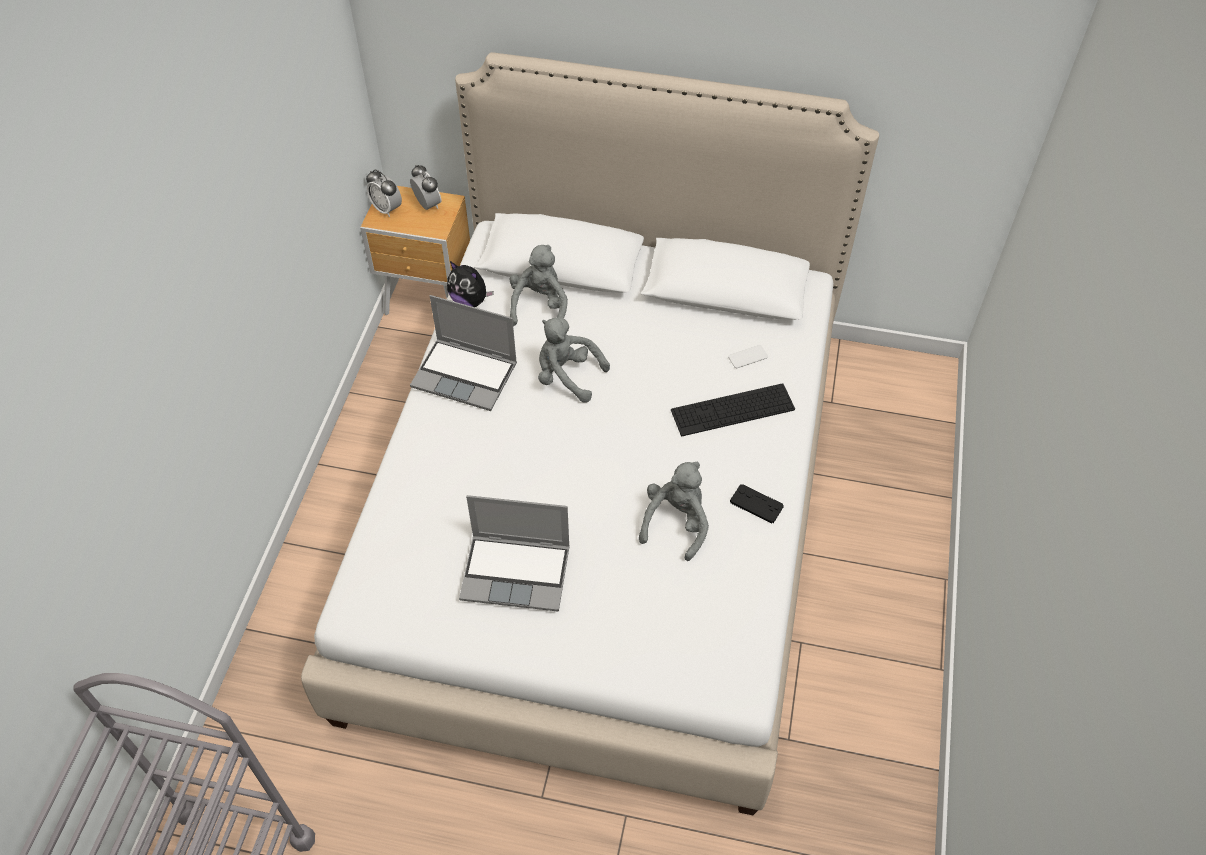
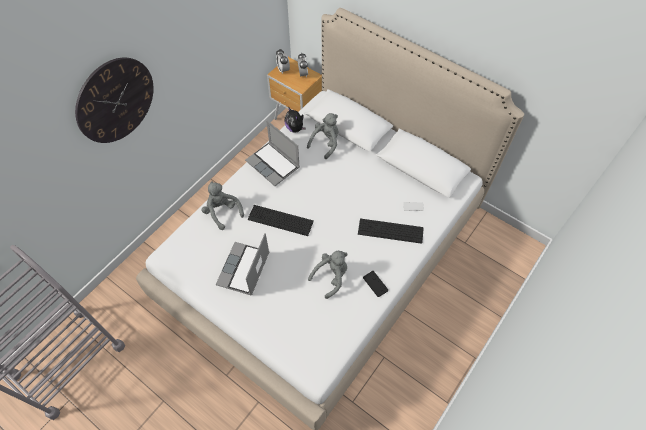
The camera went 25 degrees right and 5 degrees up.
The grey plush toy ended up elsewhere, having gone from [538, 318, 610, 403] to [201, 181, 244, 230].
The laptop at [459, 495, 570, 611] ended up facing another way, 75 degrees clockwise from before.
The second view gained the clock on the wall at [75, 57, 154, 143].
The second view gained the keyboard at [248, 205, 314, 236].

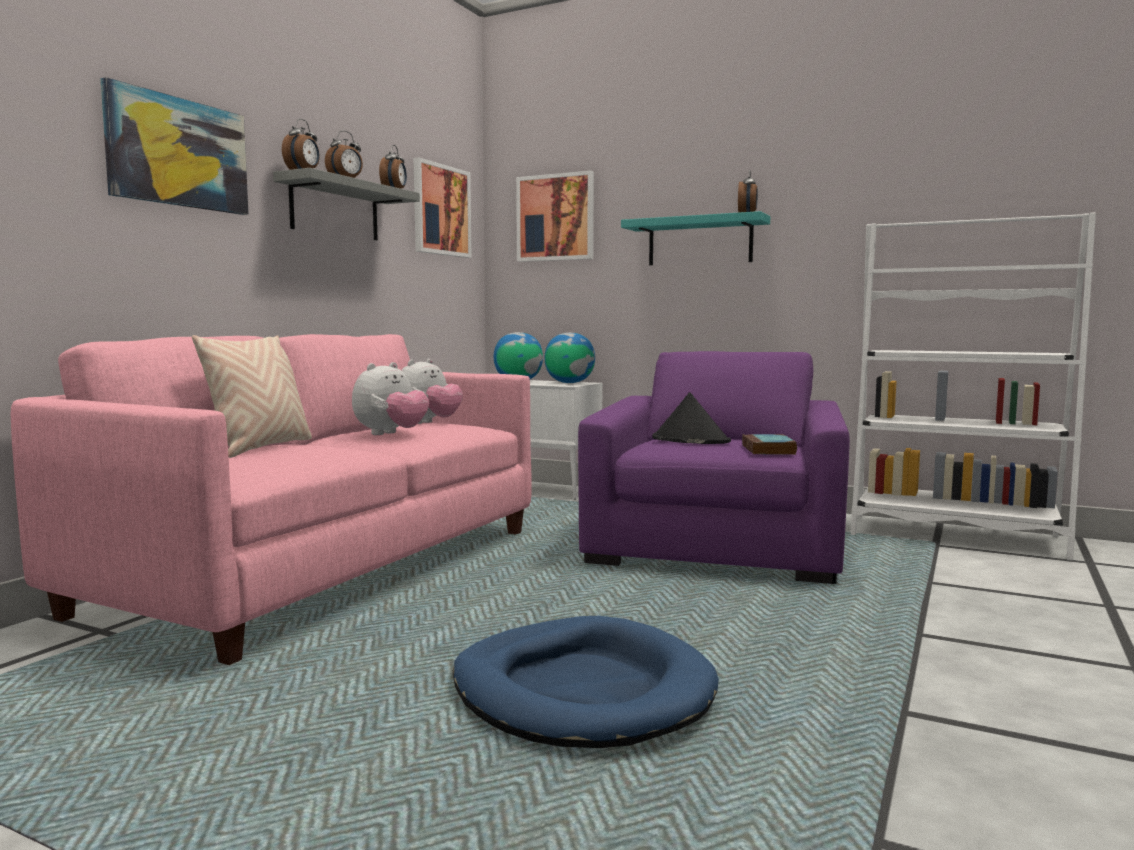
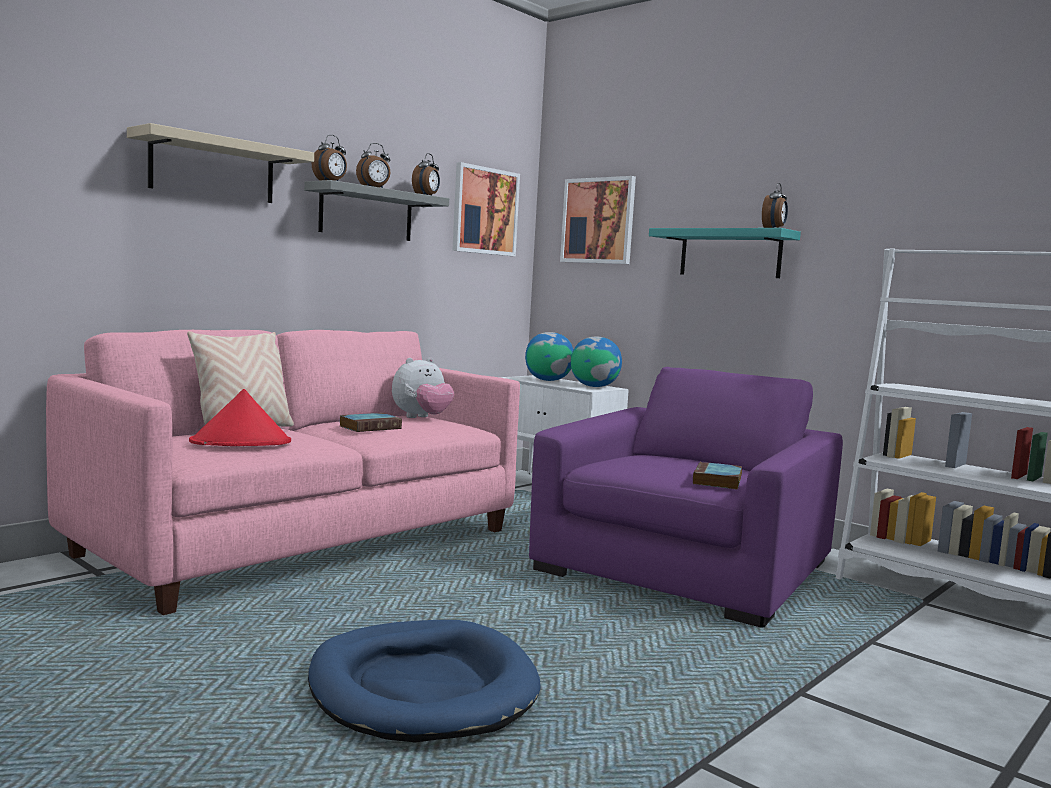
The camera went 15 degrees right and 0 degrees up.
Where the wall picture hung at [100, 77, 248, 215], the beige wall shelf came to hang at [127, 123, 314, 203].
Where the plush toy stood at [352, 362, 429, 435], the book came to stand at [339, 413, 402, 432].
The second view lost the black-coloured wearable hat at [652, 392, 731, 444].
The second view gained the reddish wearable hat at [189, 389, 291, 446].

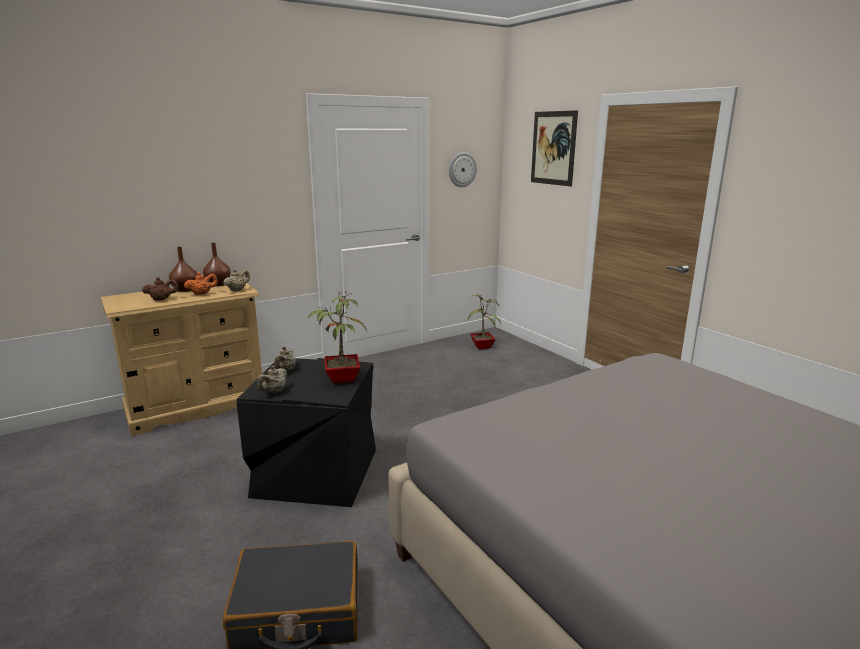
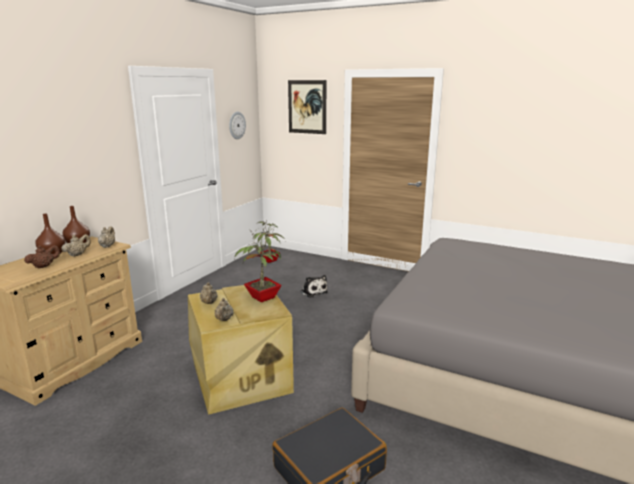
The camera went 30 degrees left and 0 degrees up.
What was the orange pot for tea at [184, 272, 218, 295] turned into the beige pot for tea at [62, 234, 91, 257].
What was the black-coloured storage box at [237, 358, 376, 507] turned into the beige storage box at [188, 285, 294, 415].
The second view gained the plush toy at [301, 275, 328, 298].

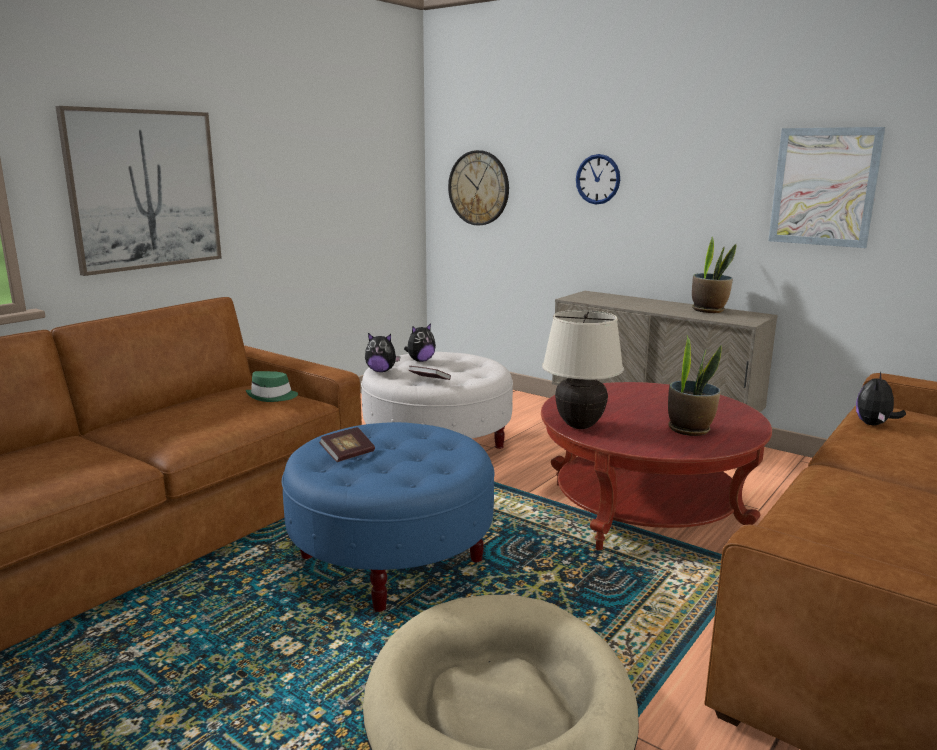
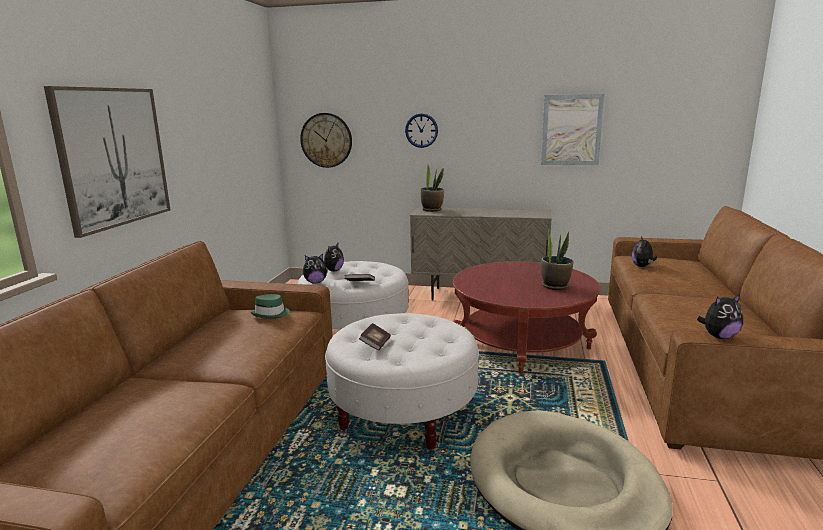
The camera went 25 degrees left and 0 degrees up.
The plant in a pot ended up elsewhere, having gone from [692, 237, 736, 313] to [421, 165, 444, 212].
The second view lost the beige table lamp at [542, 310, 624, 429].
What was the bluish pouffe at [282, 422, 494, 612] turned into the whitish pouffe at [325, 313, 479, 450].
The second view gained the plush toy at [697, 294, 743, 339].

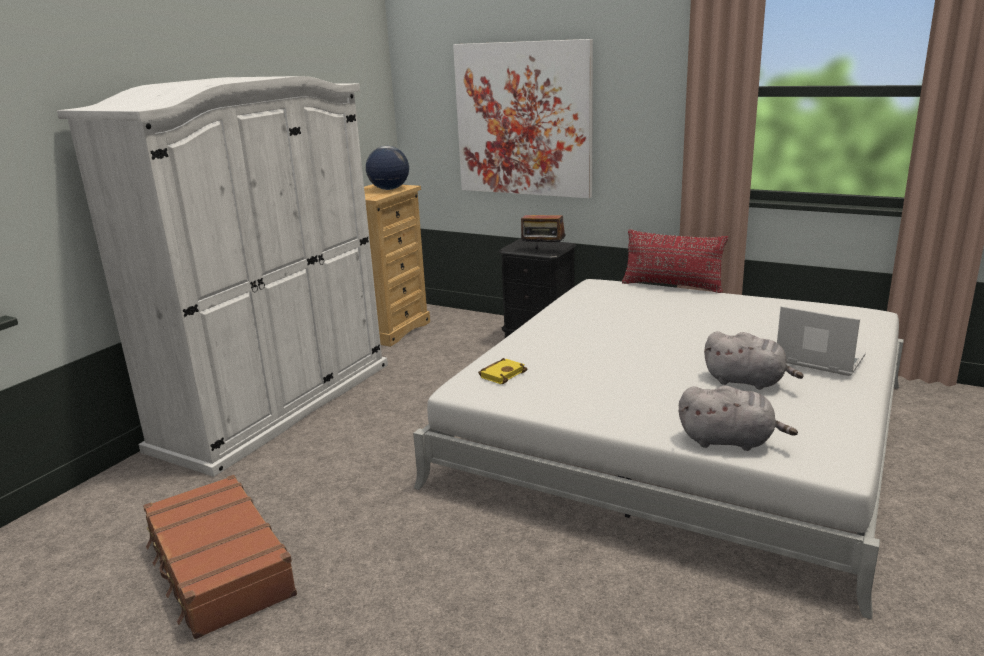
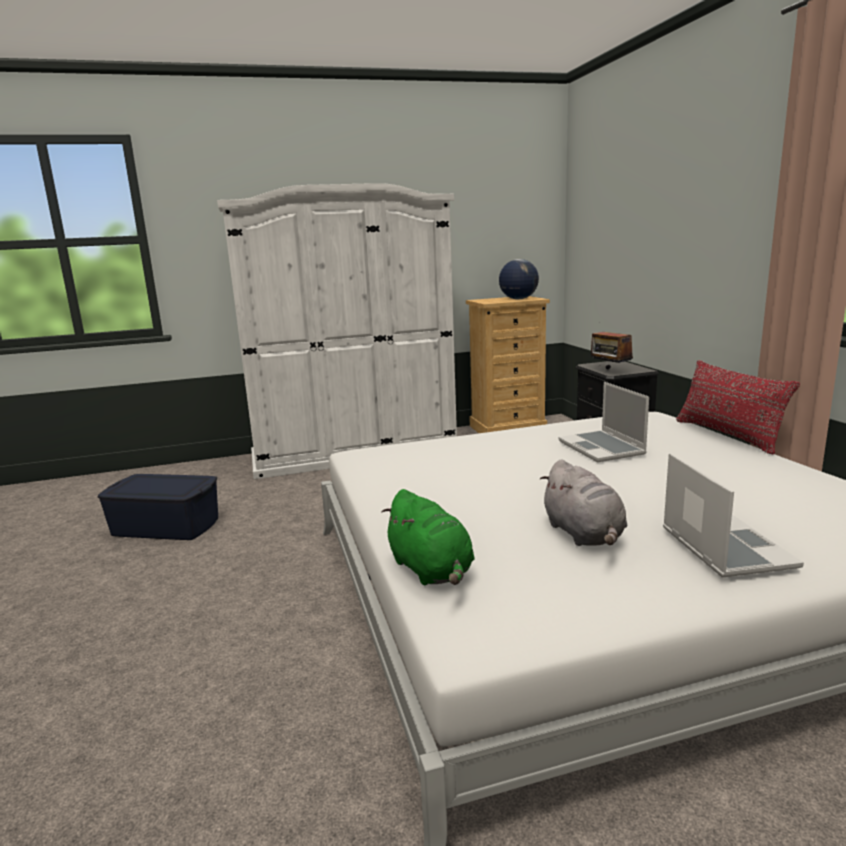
The camera went 45 degrees right and 5 degrees down.
The second view lost the wall picture at [453, 39, 593, 198].
The second view lost the yellow-coloured book at [478, 358, 528, 384].
What was the grey plush toy at [679, 386, 798, 451] turned into the green-coloured plush toy at [381, 489, 475, 585].
Where the brown-coloured travel case stood at [143, 475, 297, 639], the bluish storage box came to stand at [98, 474, 218, 540].
The second view gained the laptop at [558, 382, 649, 462].

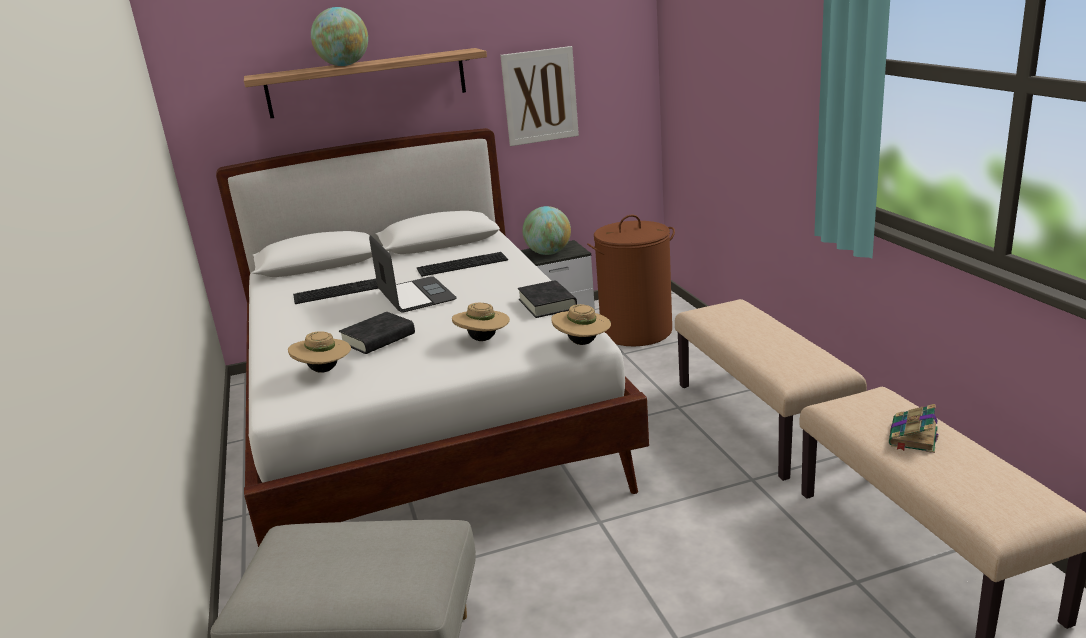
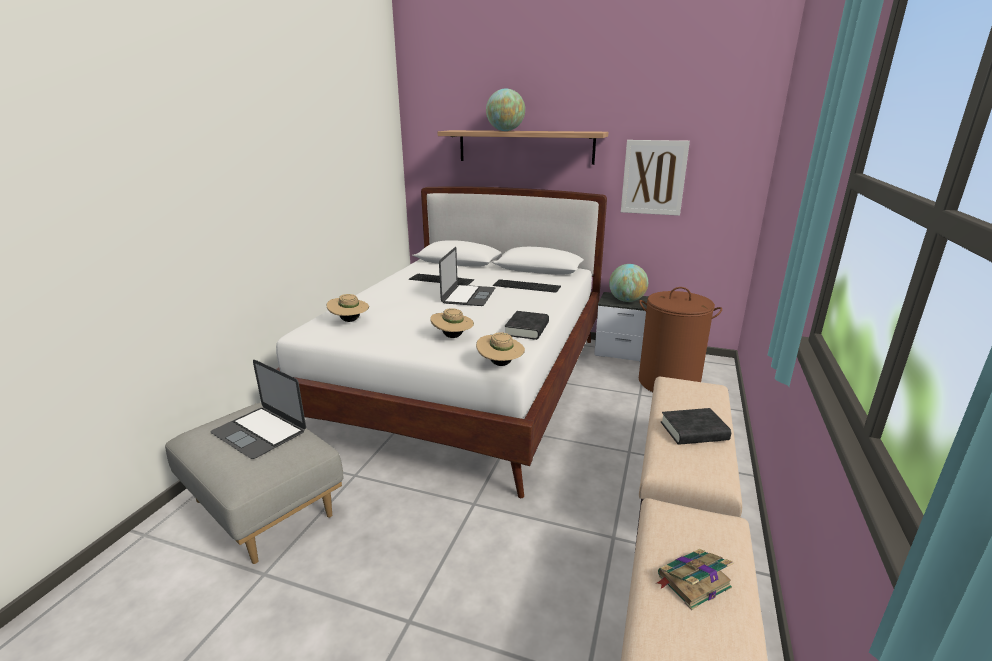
The camera went 35 degrees right and 0 degrees up.
The black-coloured book ended up elsewhere, having gone from [339, 312, 415, 354] to [661, 408, 731, 445].
The second view gained the laptop at [211, 360, 306, 459].

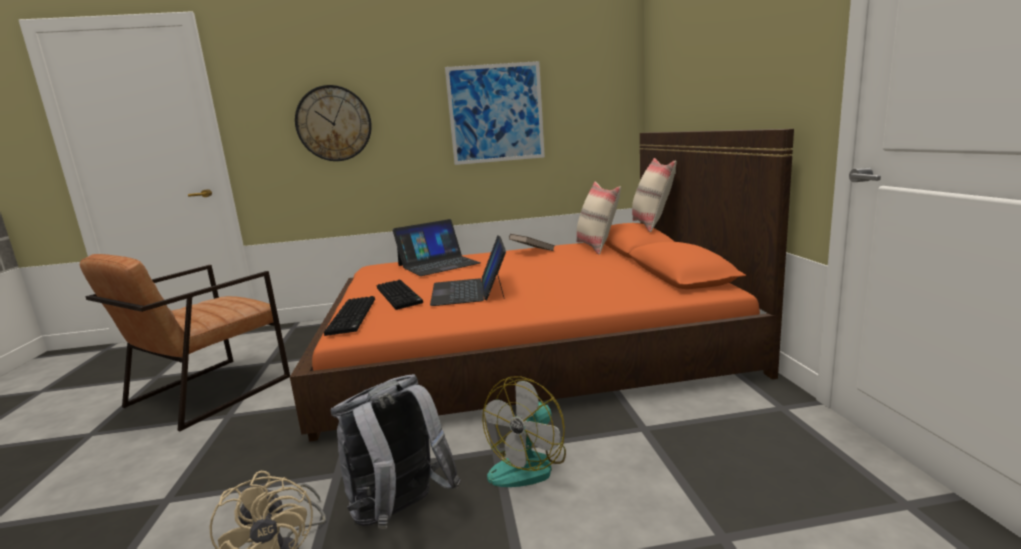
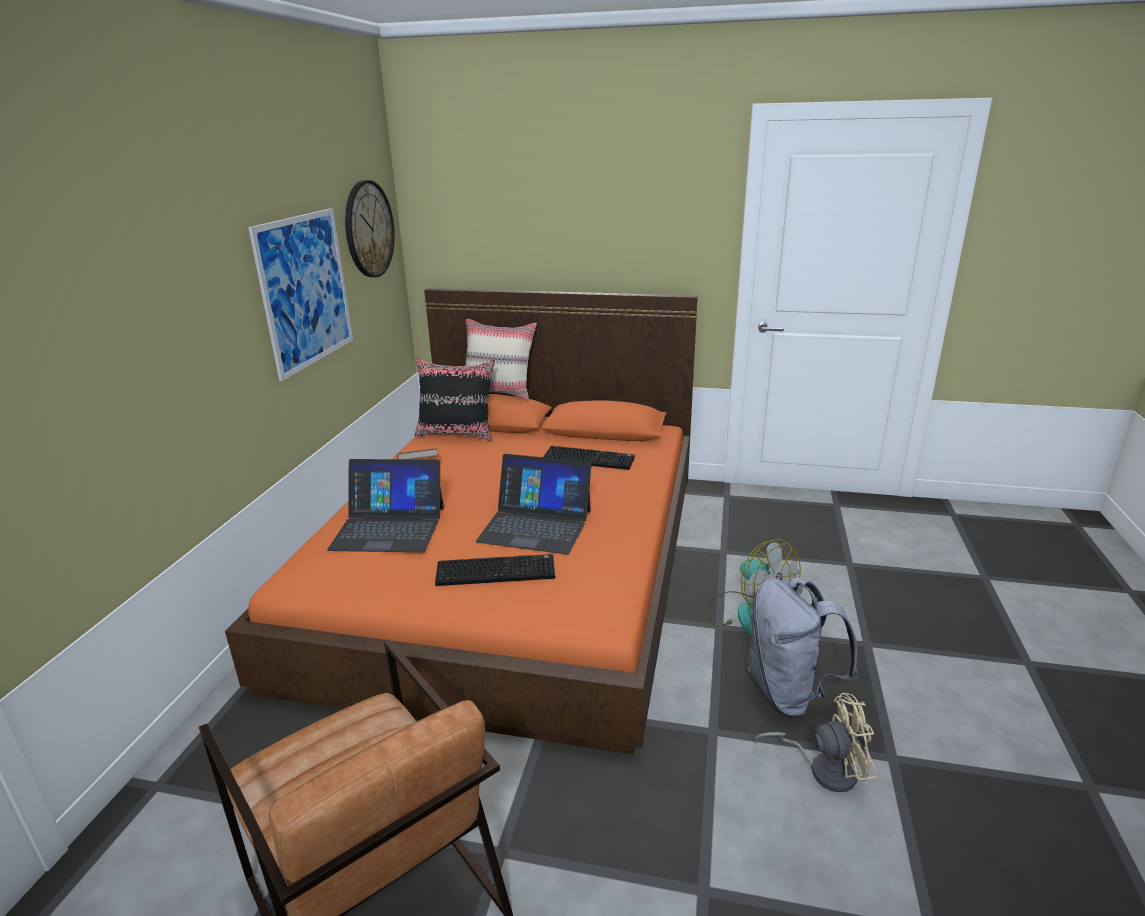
The camera went 70 degrees left and 10 degrees up.
The clock on the wall ended up elsewhere, having gone from [295, 85, 372, 161] to [345, 180, 395, 277].
What was the beige pillow at [576, 182, 621, 255] turned into the black-coloured pillow at [415, 358, 495, 441].
The laptop at [393, 219, 481, 276] ended up facing another way, 105 degrees clockwise from before.
The keyboard ended up elsewhere, having gone from [324, 296, 375, 336] to [543, 446, 635, 470].

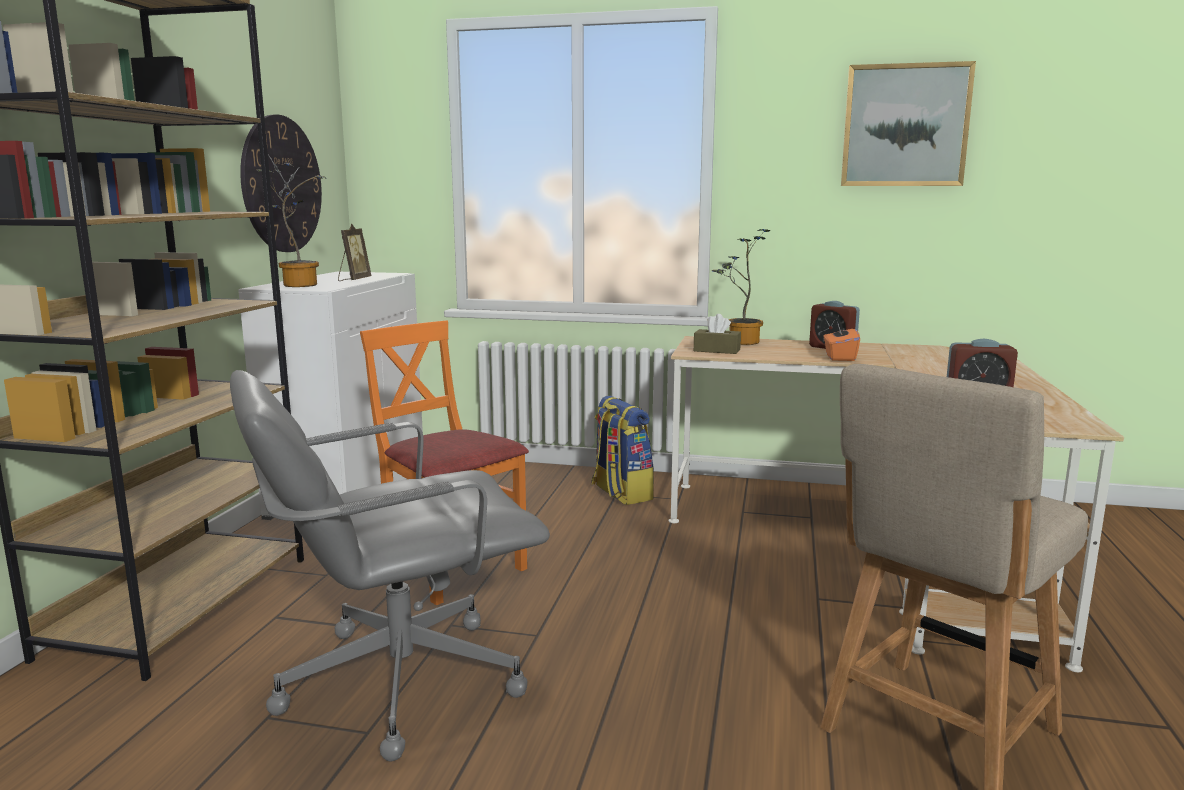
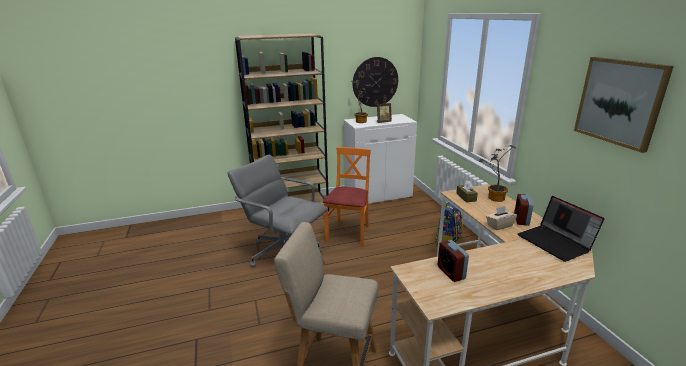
The camera went 60 degrees right and 10 degrees up.
What was the orange tissue holder at [823, 322, 860, 361] turned into the beige tissue holder at [486, 206, 517, 230].
The second view gained the laptop at [518, 196, 604, 262].

